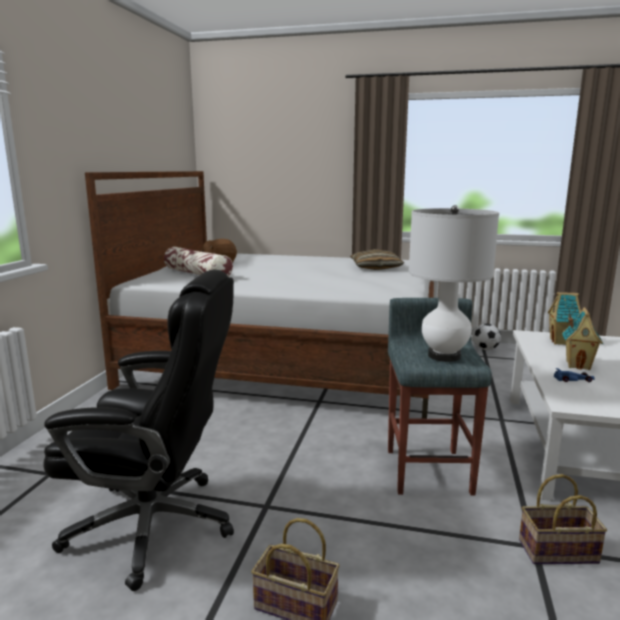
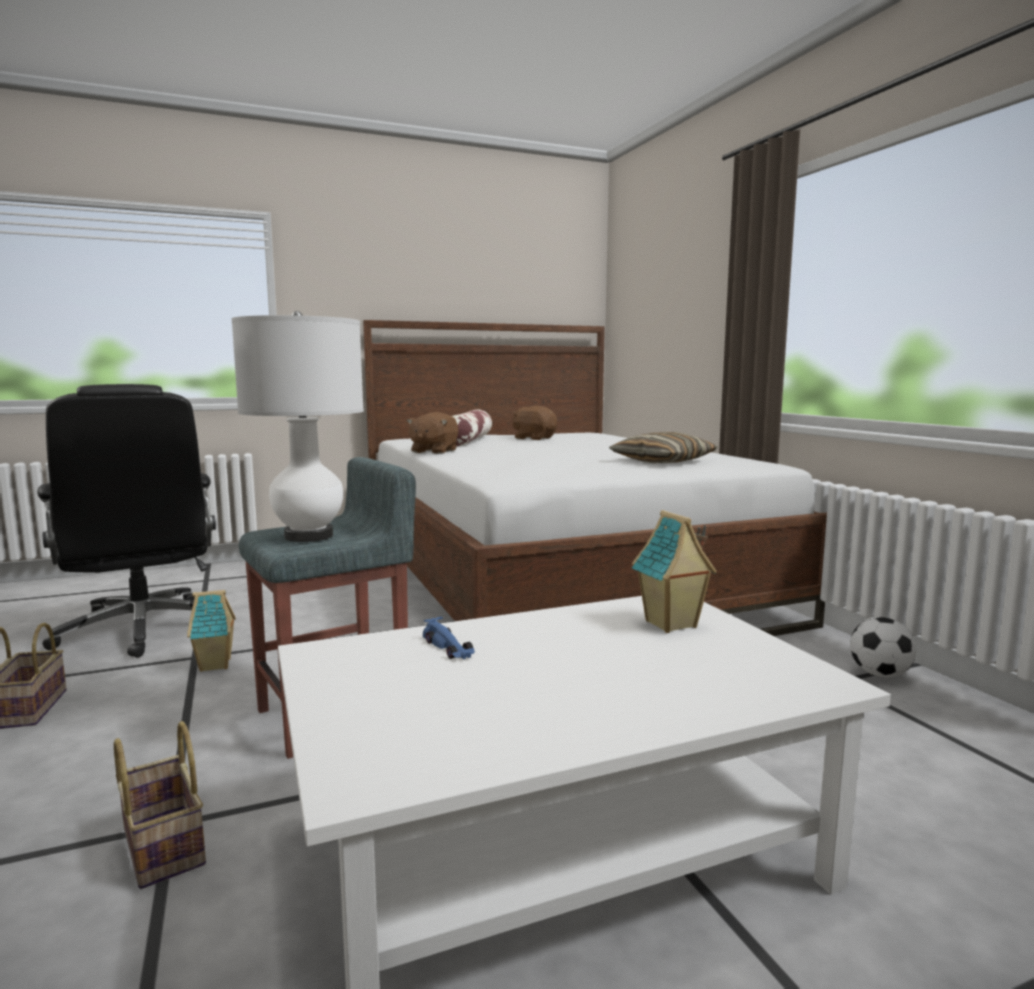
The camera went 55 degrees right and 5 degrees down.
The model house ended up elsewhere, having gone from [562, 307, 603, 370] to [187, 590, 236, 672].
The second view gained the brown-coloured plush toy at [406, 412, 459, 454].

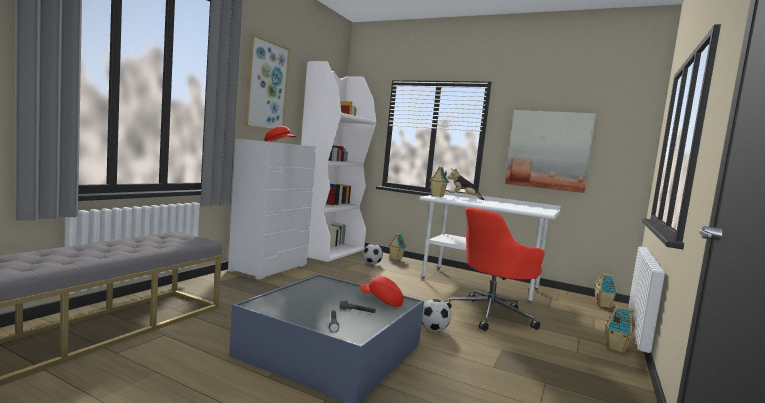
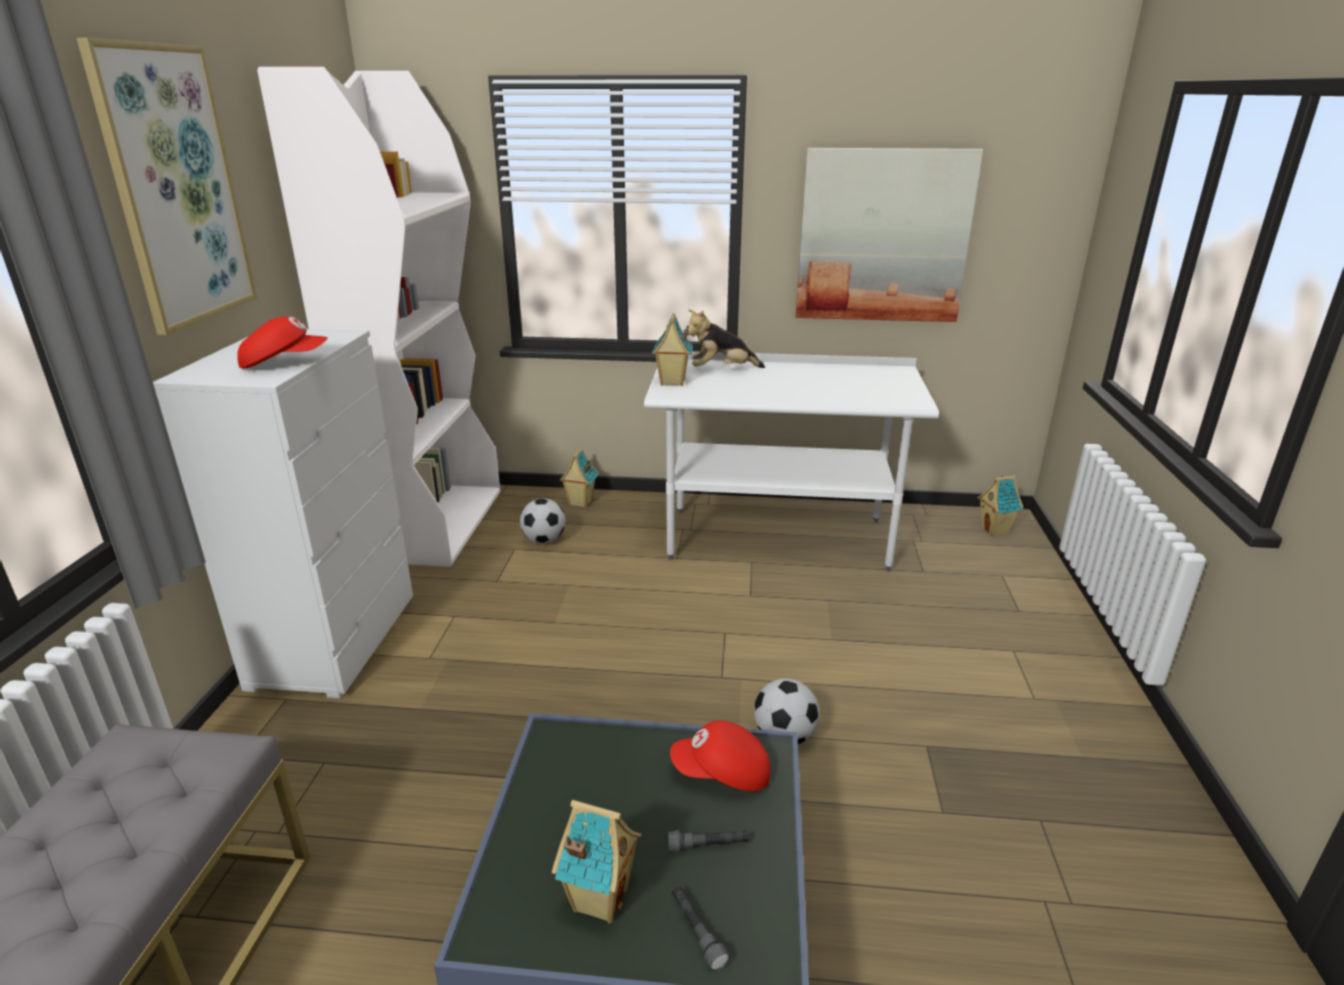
The camera went 20 degrees left and 20 degrees up.
The second view lost the reddish desk chair at [445, 207, 544, 331].
The model house ended up elsewhere, having gone from [606, 305, 635, 353] to [552, 800, 641, 924].

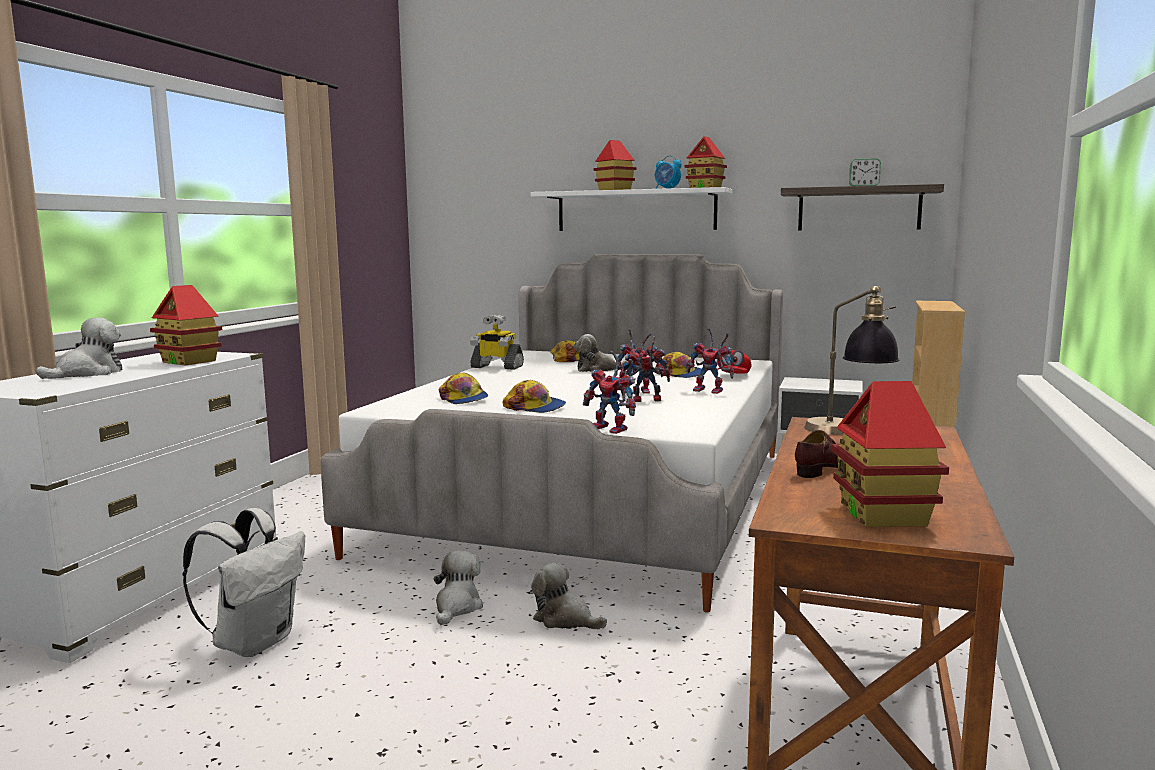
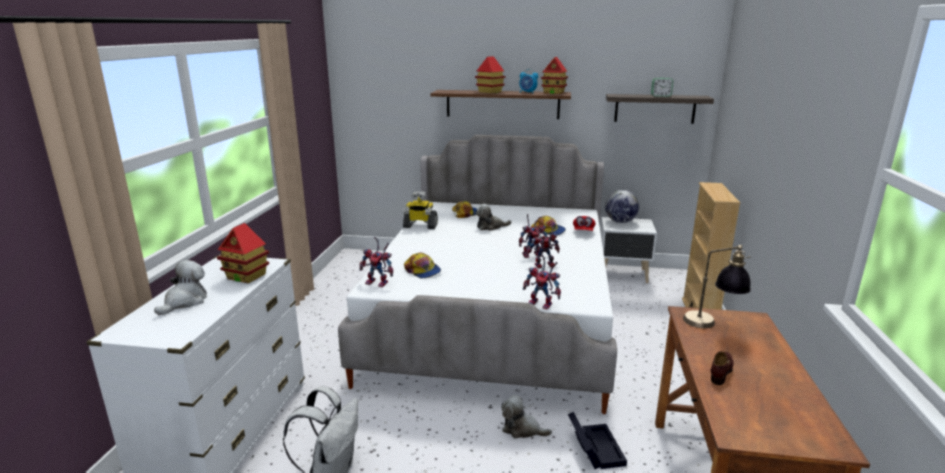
The camera went 10 degrees left and 10 degrees up.
What was the whitish wall shelf at [530, 187, 733, 231] turned into the brown-coloured wall shelf at [431, 90, 571, 119].
The toy robot ended up elsewhere, having gone from [686, 327, 734, 394] to [359, 237, 393, 287].
The second view lost the peaked cap at [503, 380, 566, 413].
The second view lost the model house at [831, 381, 949, 527].
The second view lost the plush toy at [434, 550, 483, 625].
The second view gained the world globe at [605, 190, 639, 223].
The second view gained the black-coloured storage box at [568, 412, 627, 469].

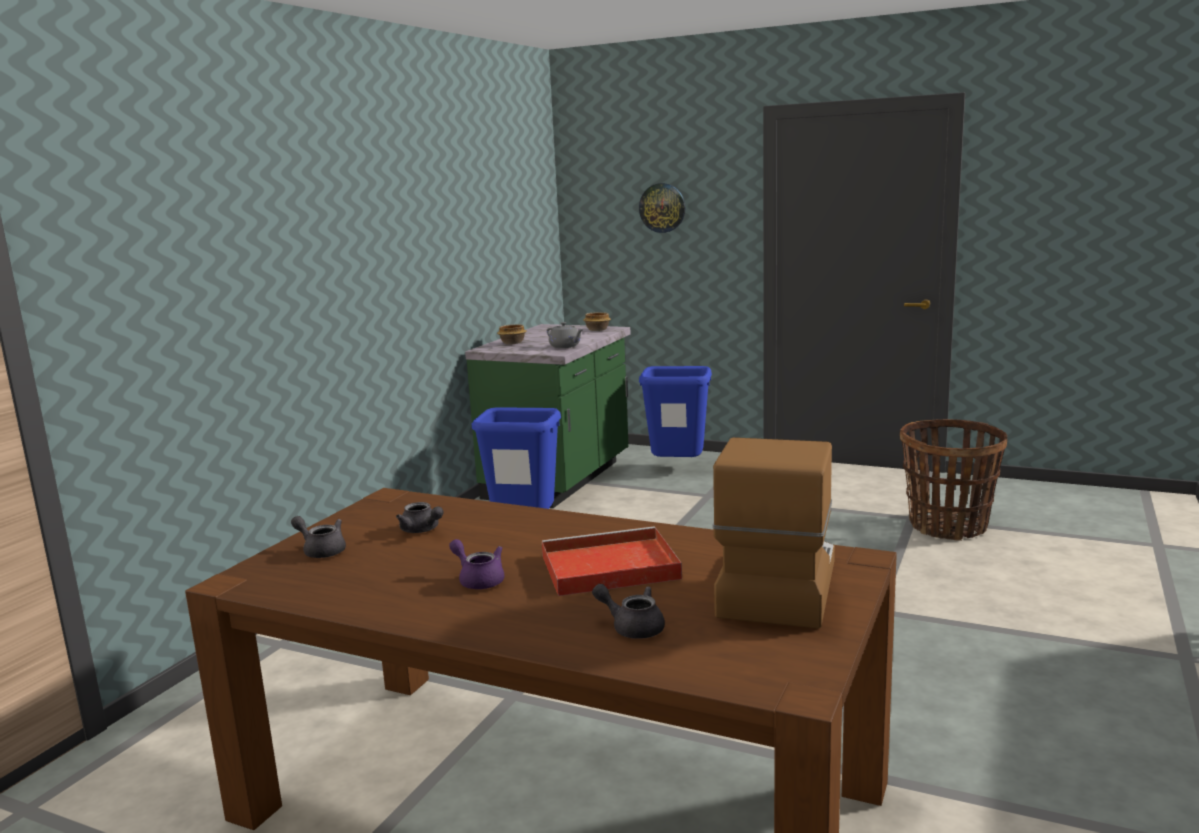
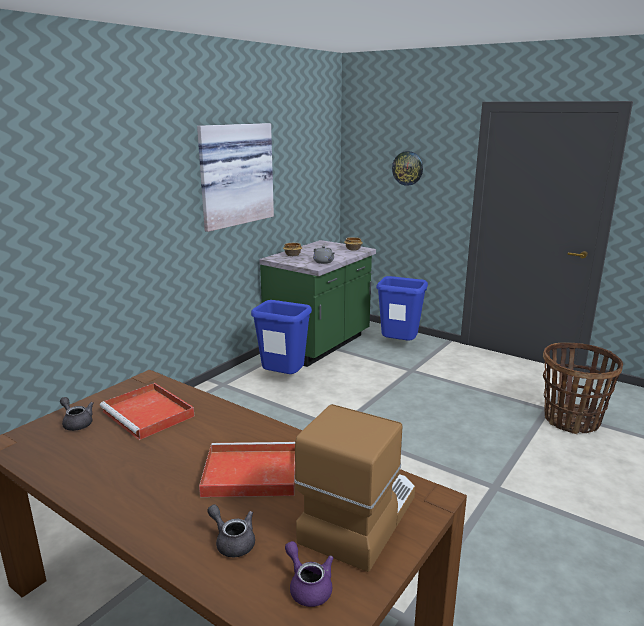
The camera went 10 degrees right and 5 degrees up.
Where the grey pot for tea stood at [396, 502, 444, 533], the reddish carrying tray came to stand at [100, 383, 194, 440].
The purplish pot for tea ended up elsewhere, having gone from [449, 539, 504, 589] to [285, 541, 333, 607].
The second view gained the wall picture at [197, 123, 274, 232].

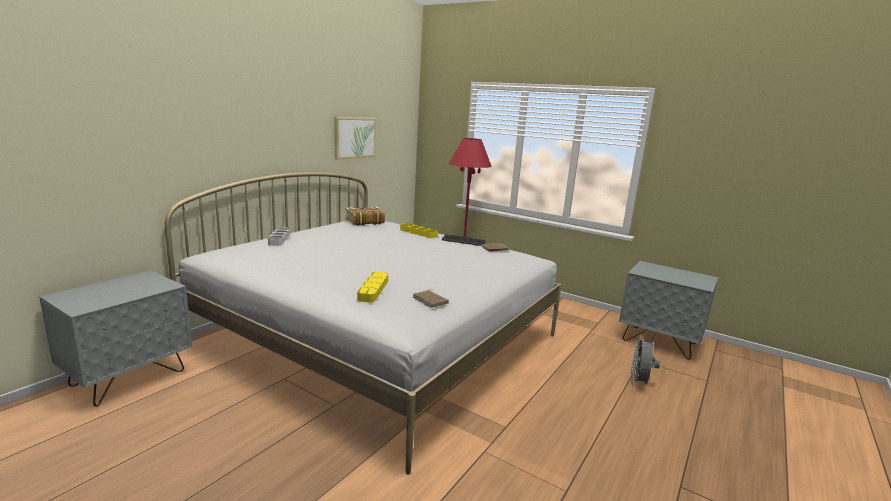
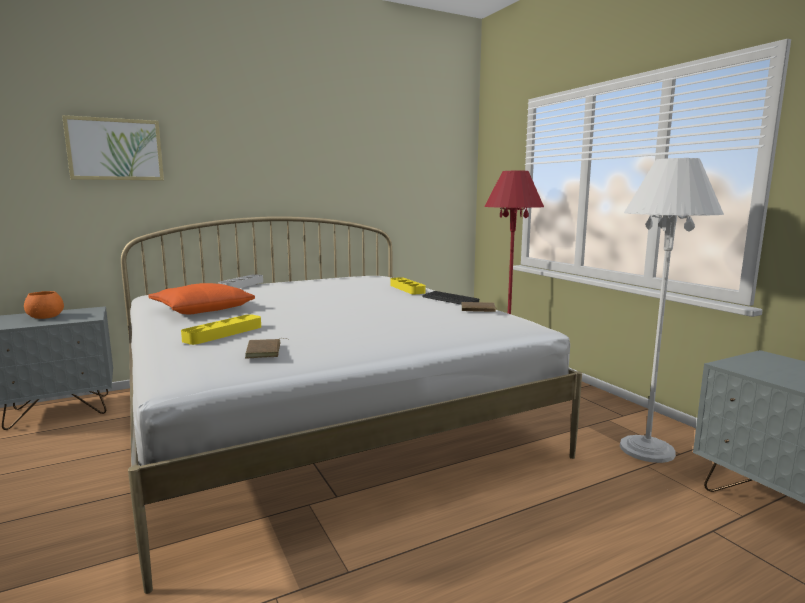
The camera went 30 degrees right and 5 degrees down.
The wall picture ended up elsewhere, having gone from [335, 117, 376, 160] to [62, 115, 164, 180].
The second view lost the book at [345, 206, 385, 226].
The second view lost the grey electric fan at [631, 335, 660, 386].
The second view gained the whitish standard lamp at [620, 158, 724, 463].
The second view gained the orange pillow at [148, 283, 255, 314].
The second view gained the orange bowl at [24, 291, 64, 319].

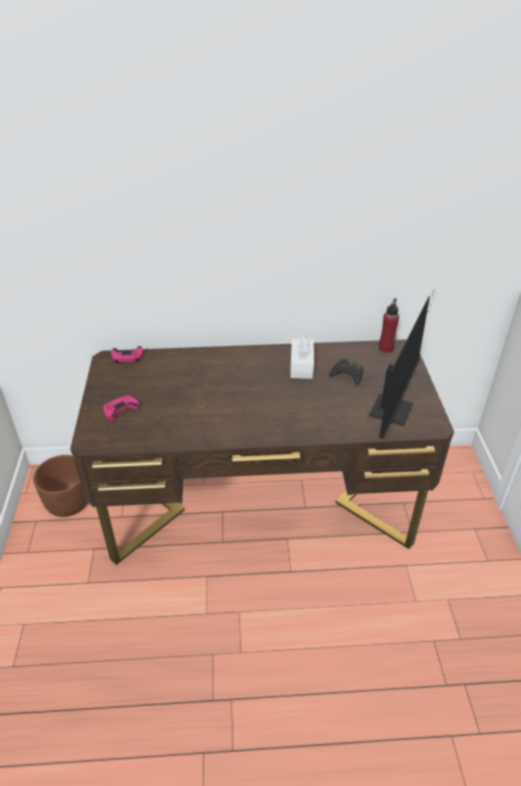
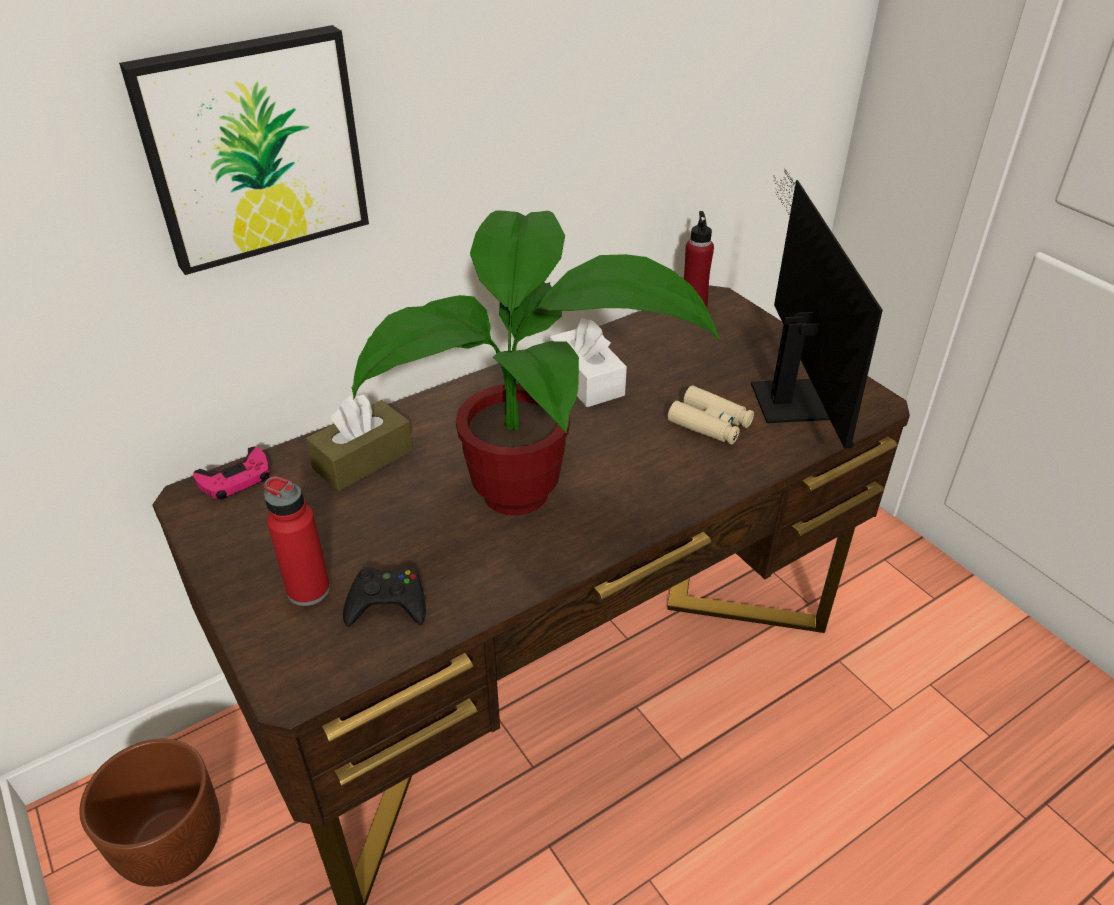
The camera went 30 degrees left and 0 degrees up.
The black-coloured gamepad ended up elsewhere, having gone from [329, 359, 363, 385] to [343, 567, 426, 627].
Where the pink-coloured gamepad stood at [103, 395, 140, 421], the reddish drink bottle came to stand at [263, 476, 330, 606].
The second view gained the wall picture at [119, 25, 369, 275].
The second view gained the plant in a pot at [352, 210, 720, 516].
The second view gained the beige pair of binoculars at [668, 385, 754, 445].
The second view gained the brown-coloured tissue holder at [306, 395, 413, 491].

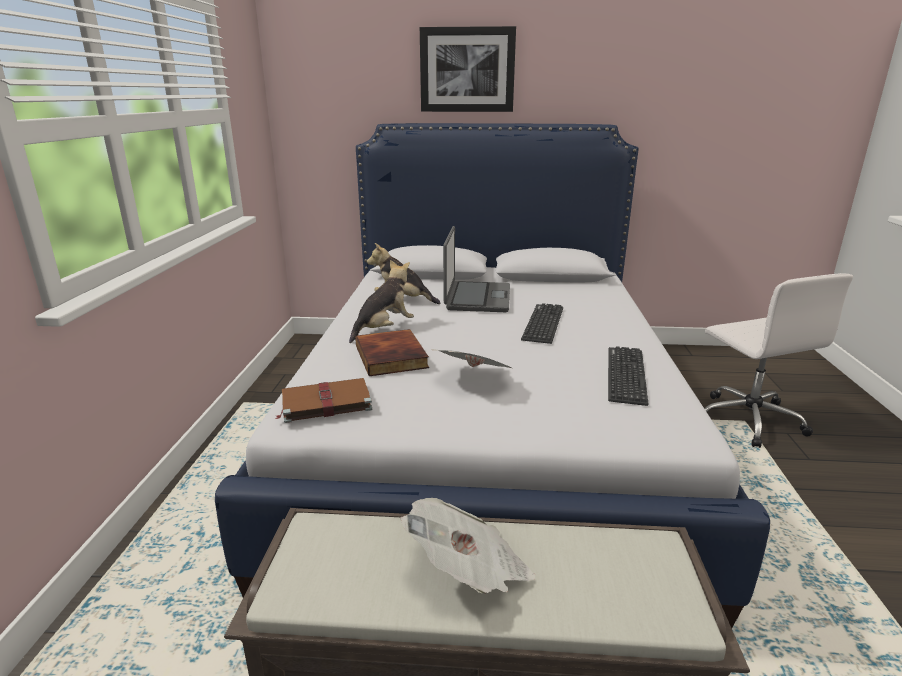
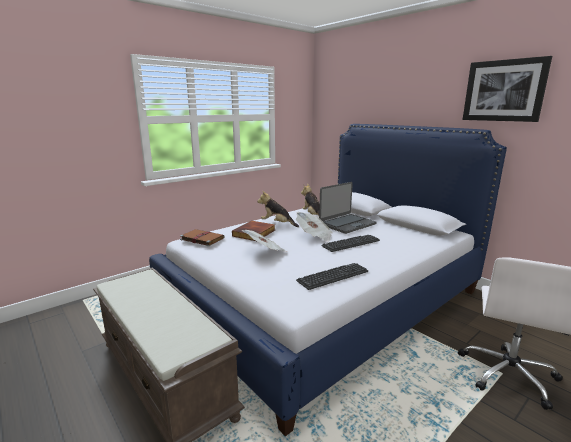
The camera went 45 degrees right and 5 degrees down.
The wall picture ended up elsewhere, having gone from [420, 26, 516, 112] to [463, 56, 552, 122].
The plush toy at [349, 260, 414, 343] ended up facing another way, 150 degrees counterclockwise from before.
The printed paper ended up elsewhere, having gone from [400, 498, 535, 594] to [296, 212, 332, 242].

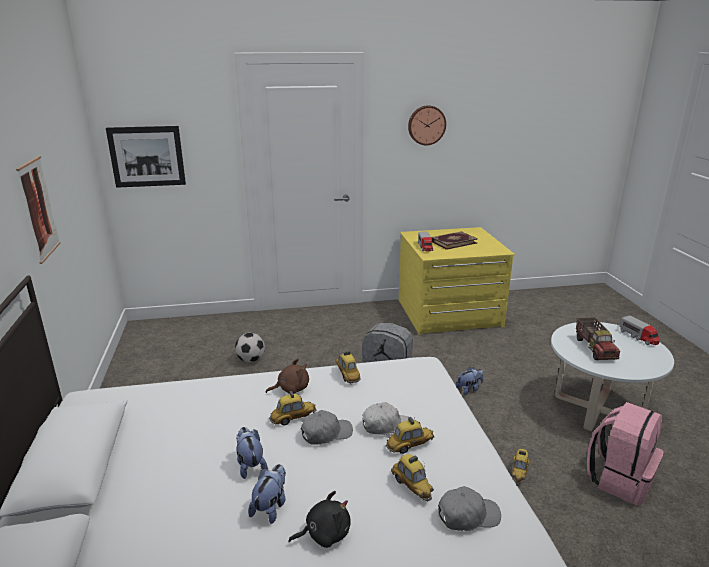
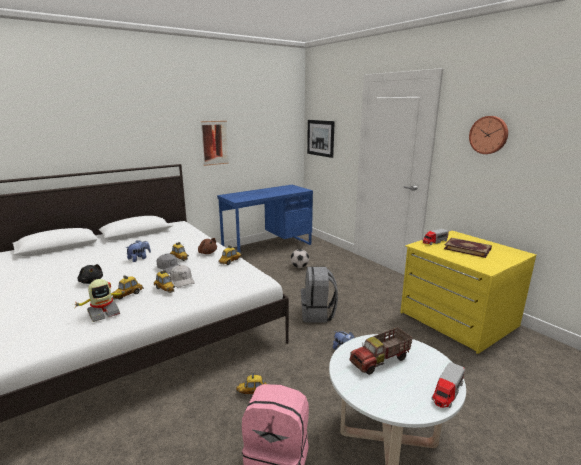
The camera went 65 degrees right and 5 degrees down.
The second view lost the plush toy at [248, 464, 286, 524].
Where the grey peaked cap stood at [438, 486, 501, 531], the toy robot came to stand at [75, 279, 127, 322].
The second view gained the bluish desk at [217, 185, 313, 253].

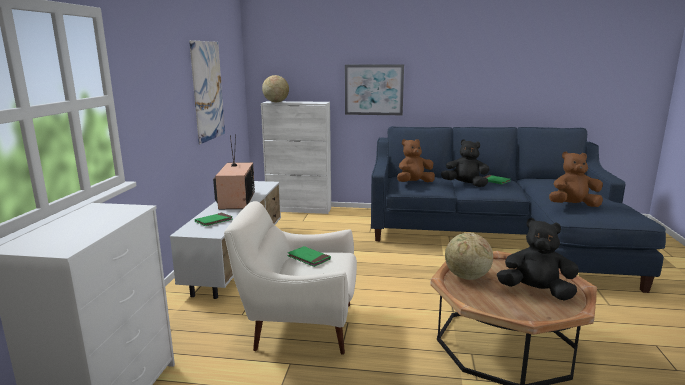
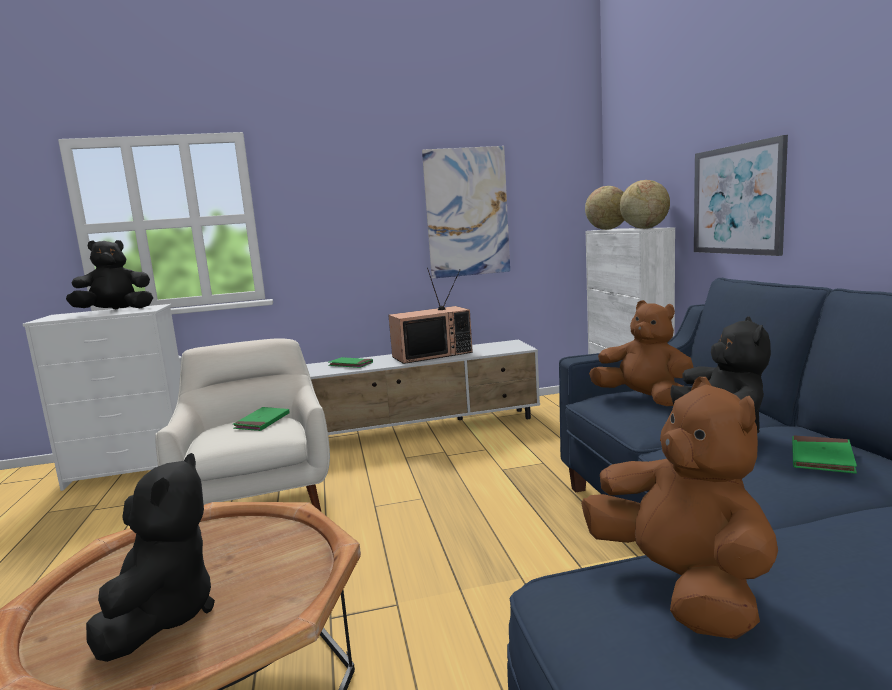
The camera went 70 degrees right and 5 degrees down.
The world globe ended up elsewhere, having gone from [445, 233, 493, 280] to [620, 180, 670, 229].
The second view gained the black-coloured plush toy at [66, 240, 153, 309].

